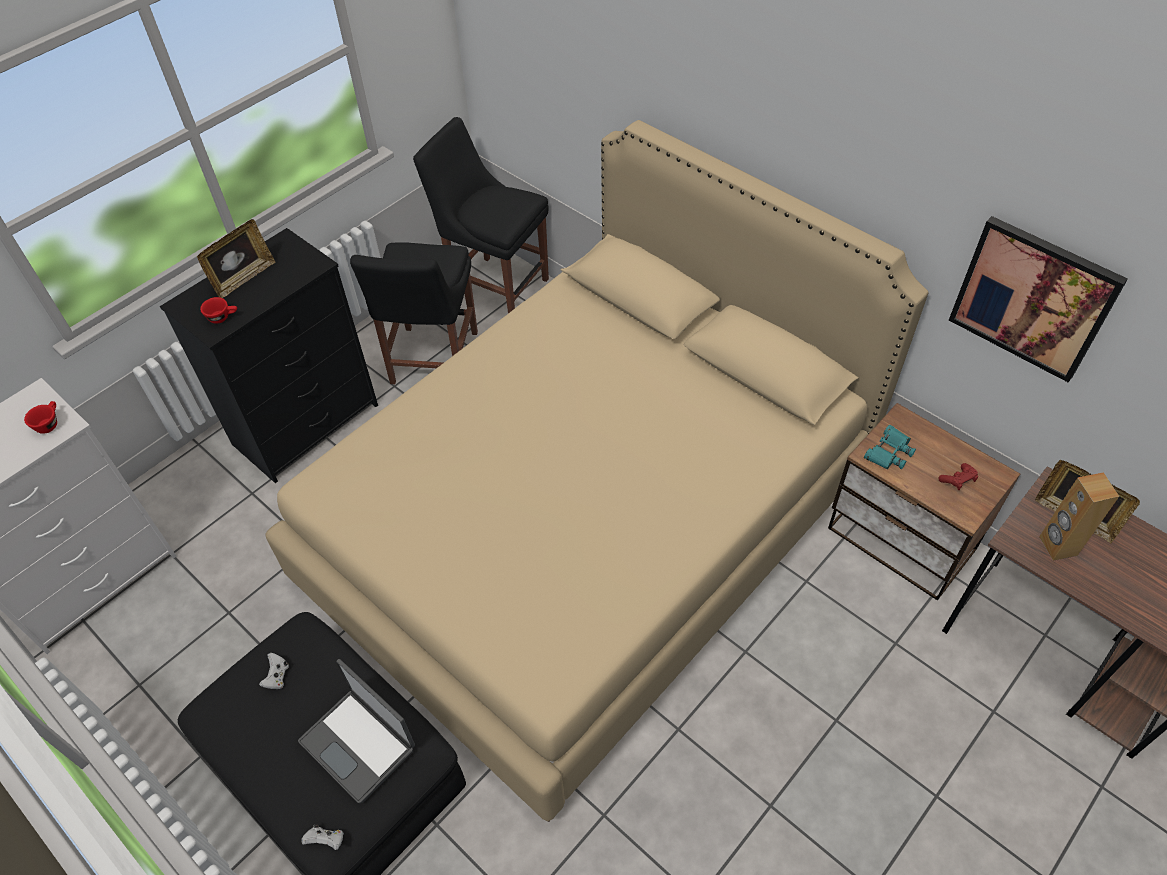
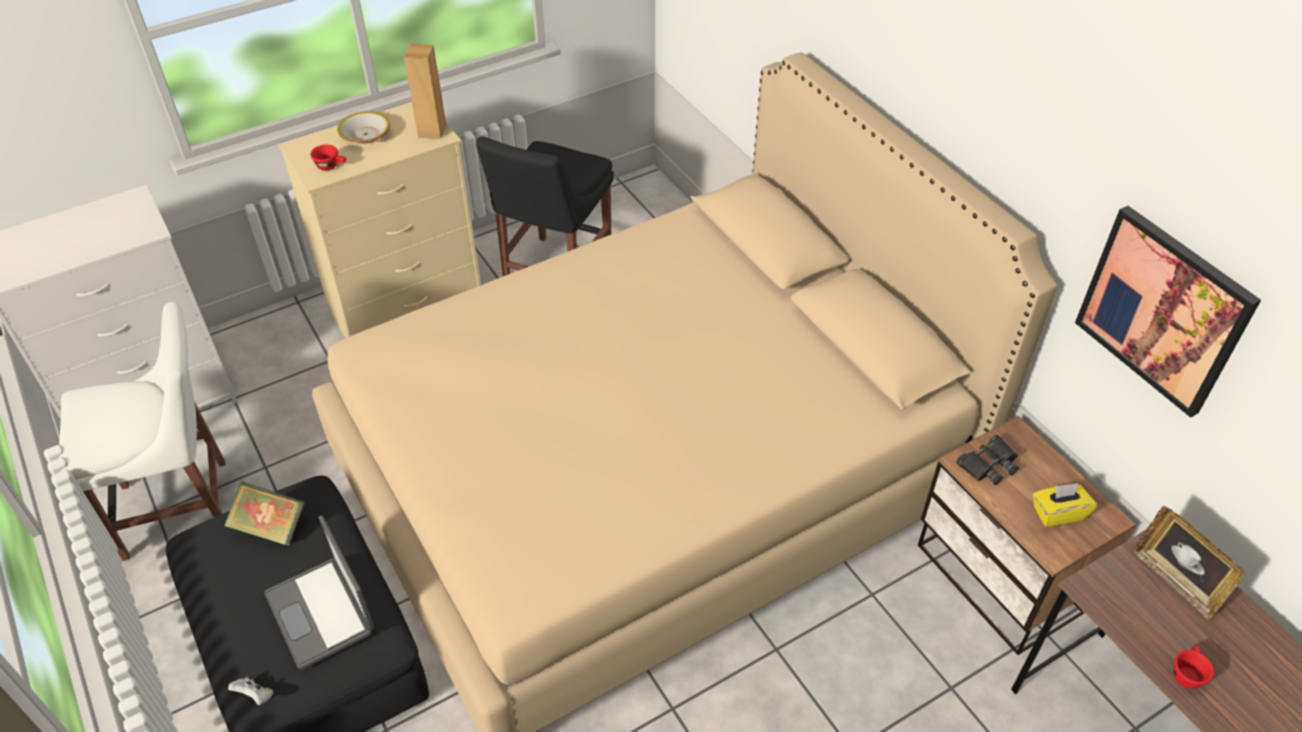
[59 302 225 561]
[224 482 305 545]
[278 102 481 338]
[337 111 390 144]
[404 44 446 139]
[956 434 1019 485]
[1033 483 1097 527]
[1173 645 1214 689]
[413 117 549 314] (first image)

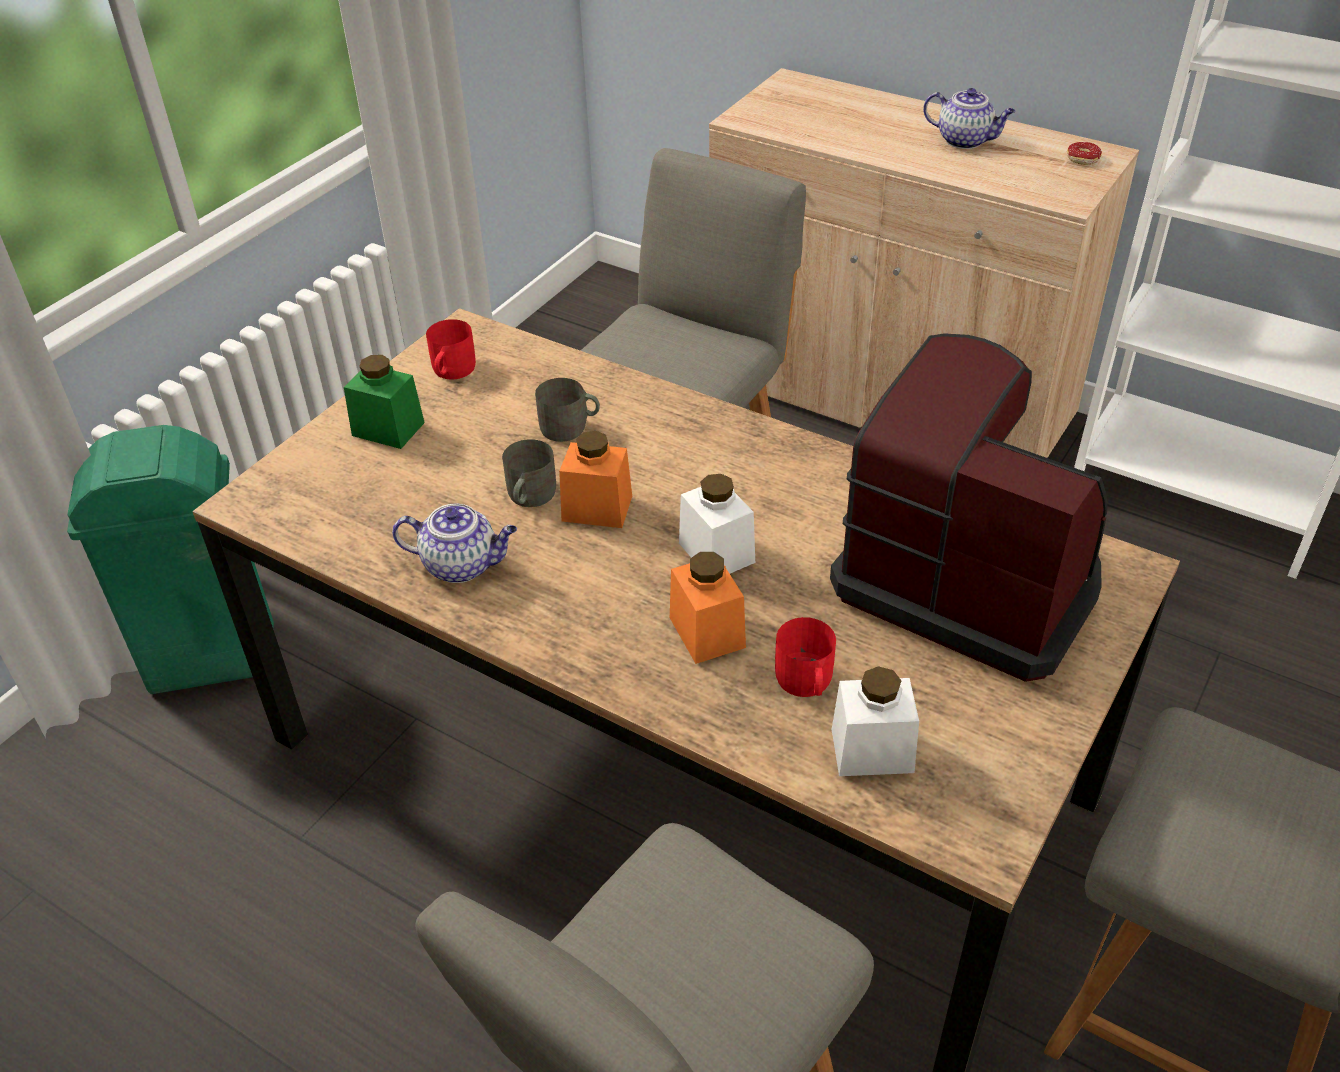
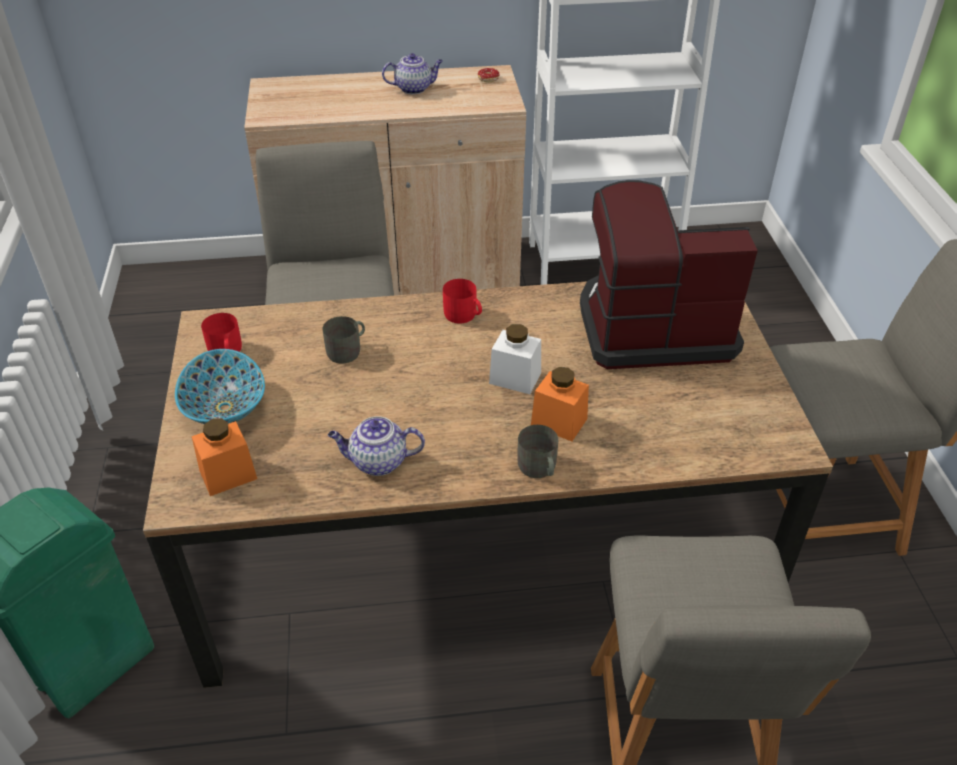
[175 349 265 424]
[192 418 257 496]
[328 416 425 476]
[443 279 482 324]
[517 425 558 478]
[832 666 919 776] (first image)

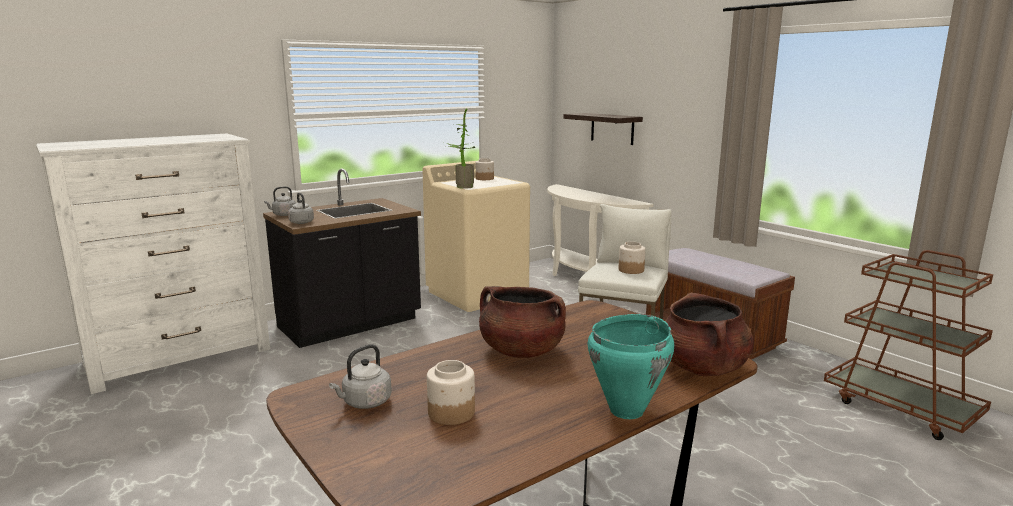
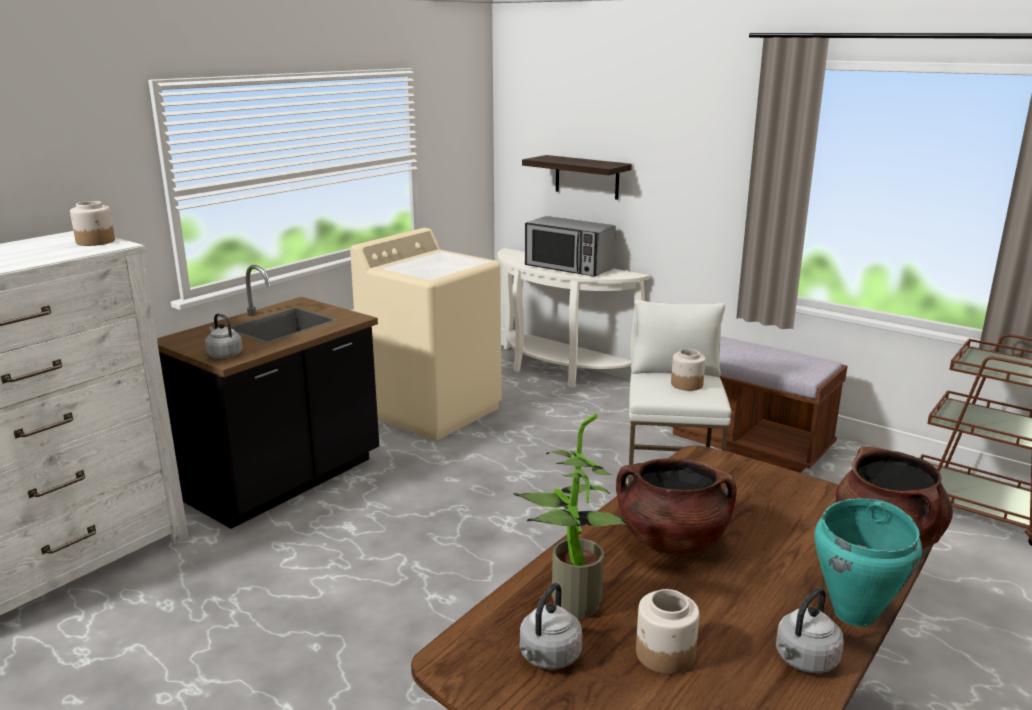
[70 201 115 246]
[514 414 628 619]
[525 216 616 277]
[776 587 844 673]

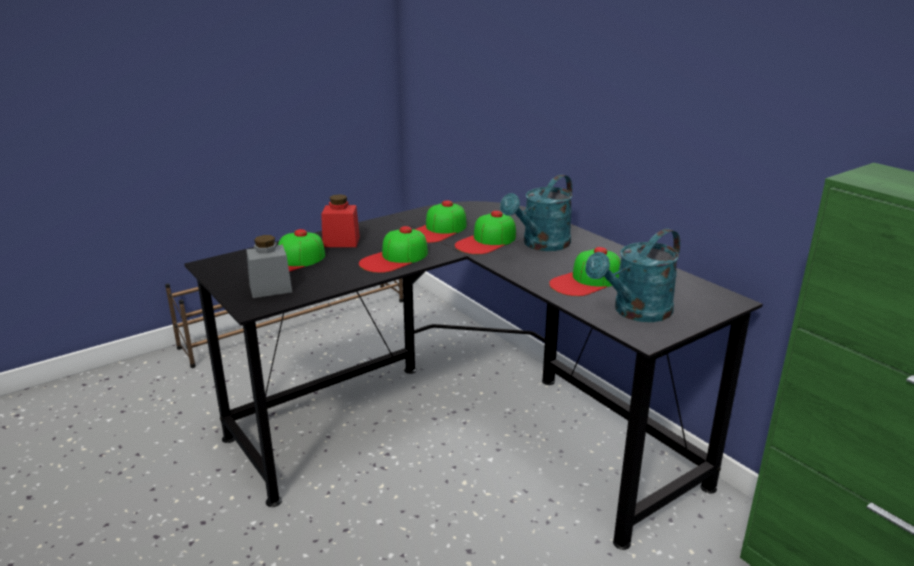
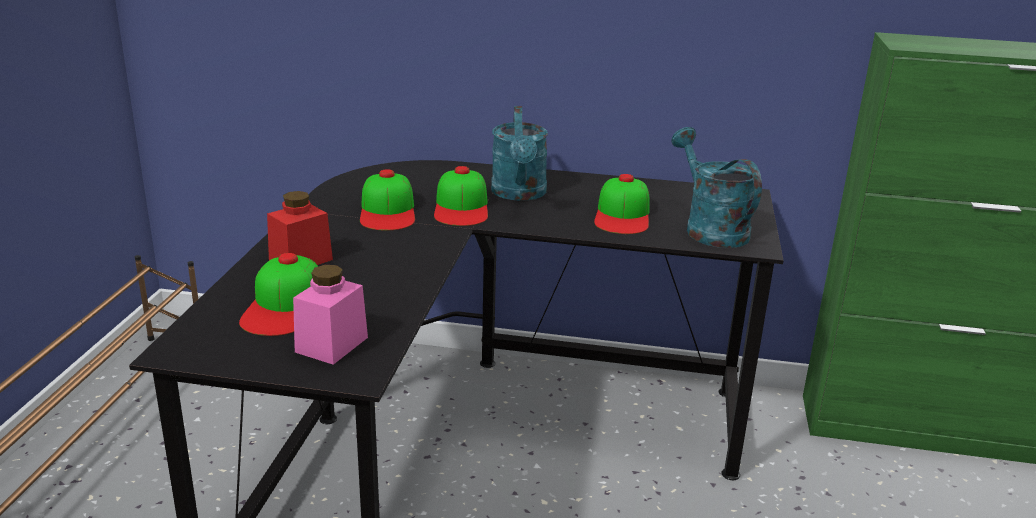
[293 265 368 365]
[671 127 762 248]
[359 226 428 273] (first image)

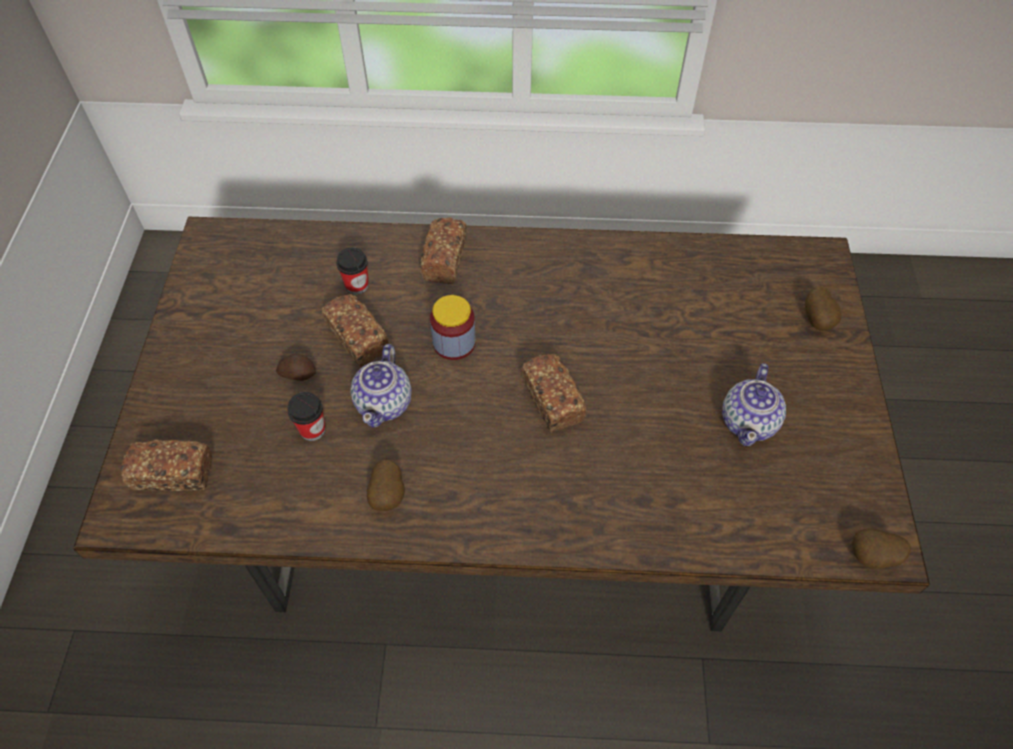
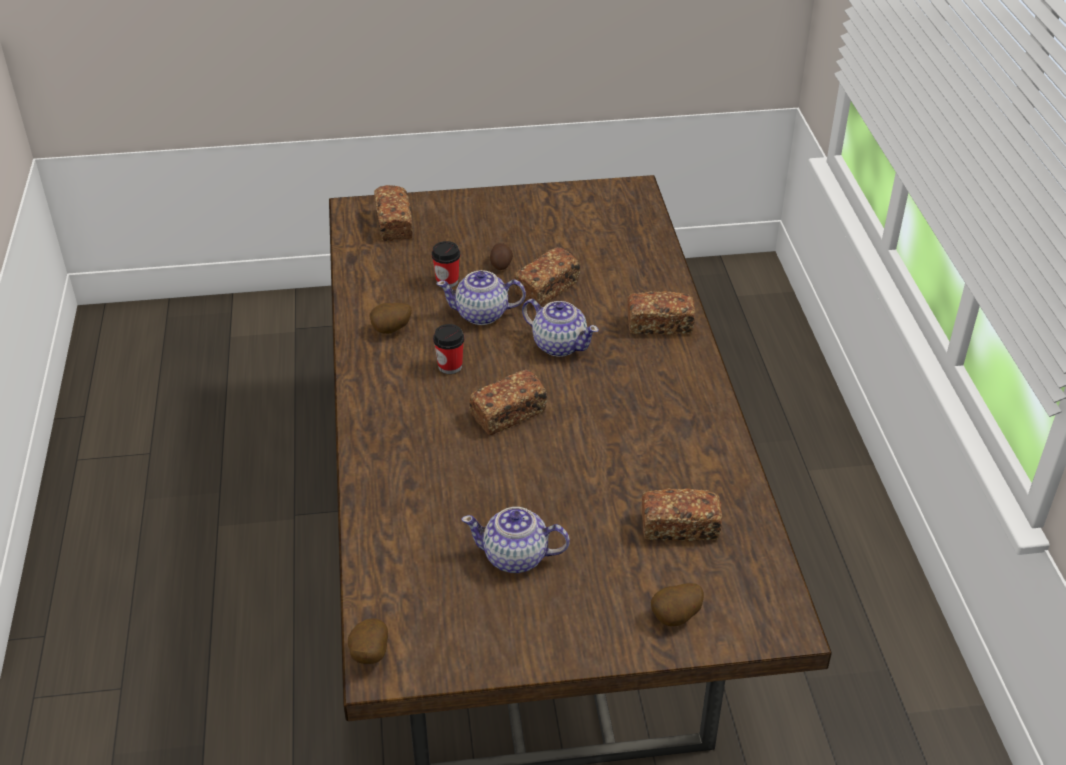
[433 324 465 374]
[522 299 599 357]
[642 488 722 541]

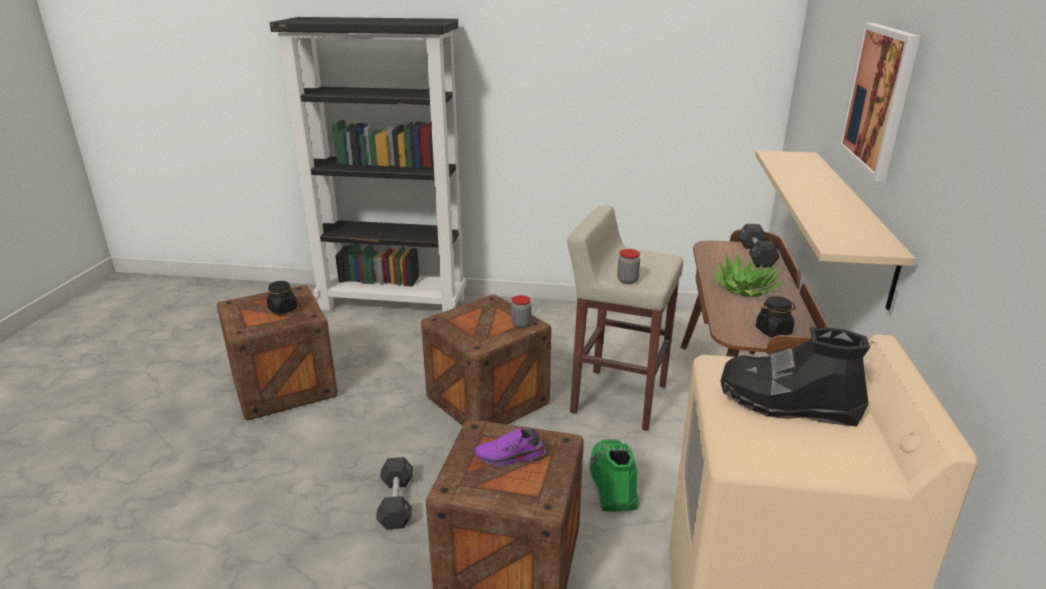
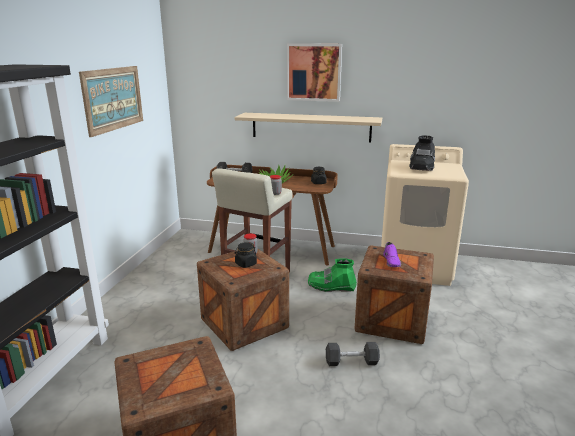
[79 66 143 137]
[235 242 257 268]

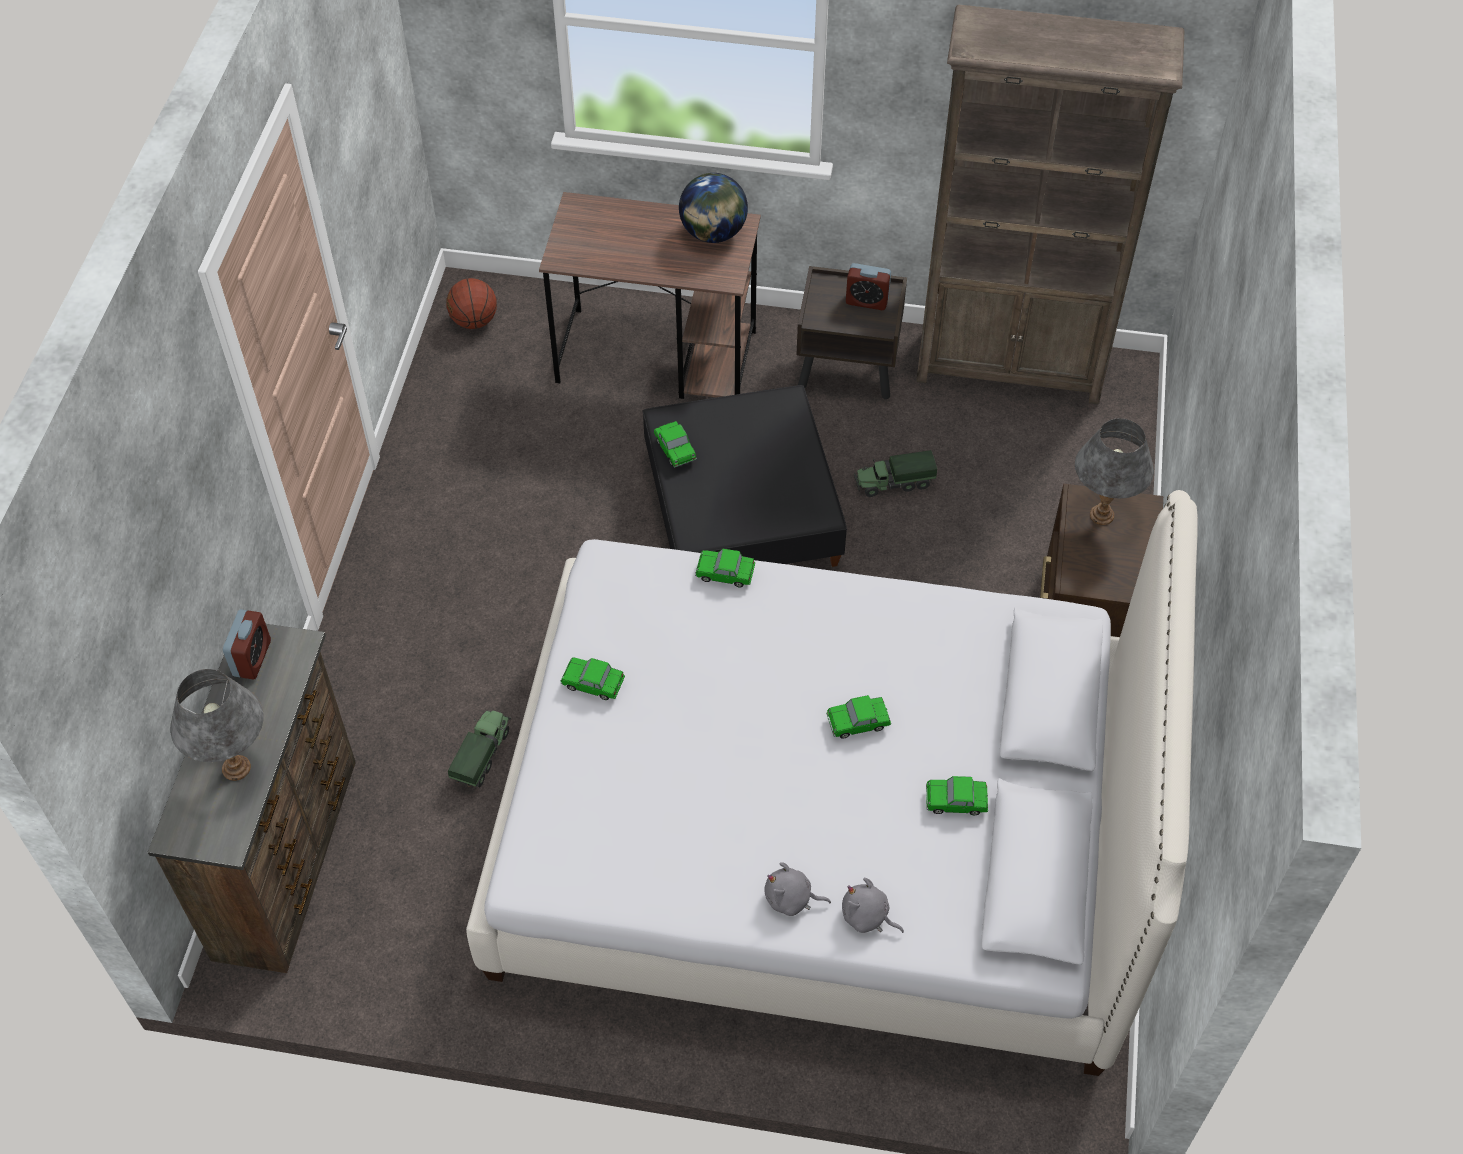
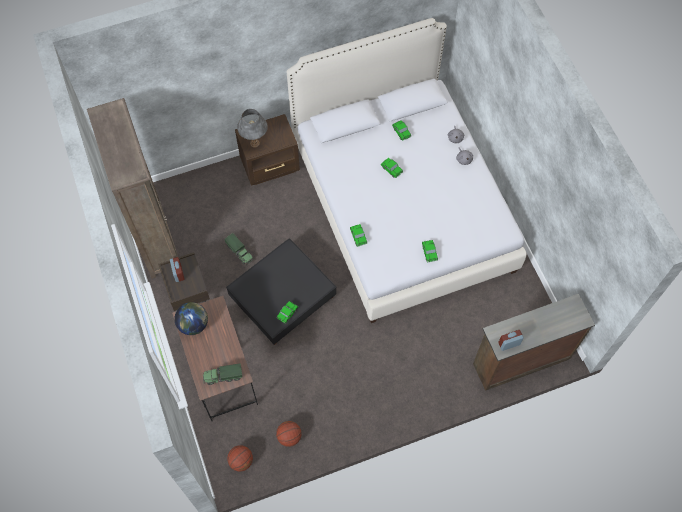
[203 363 242 385]
[276 421 302 447]
[170 669 264 781] (first image)

